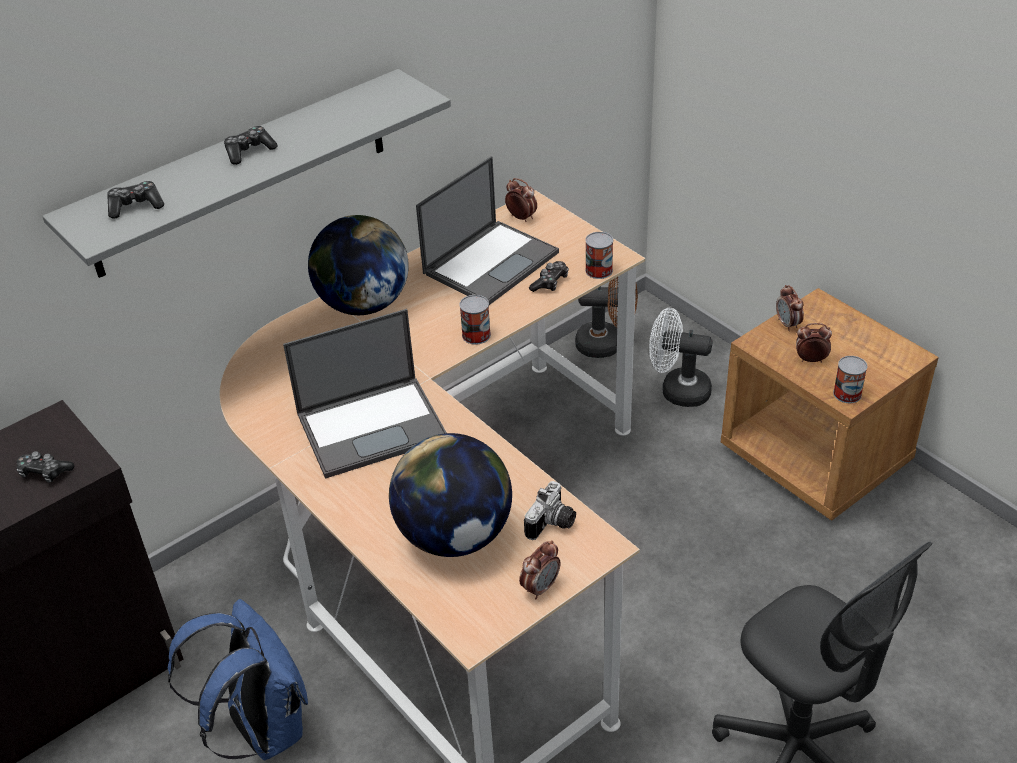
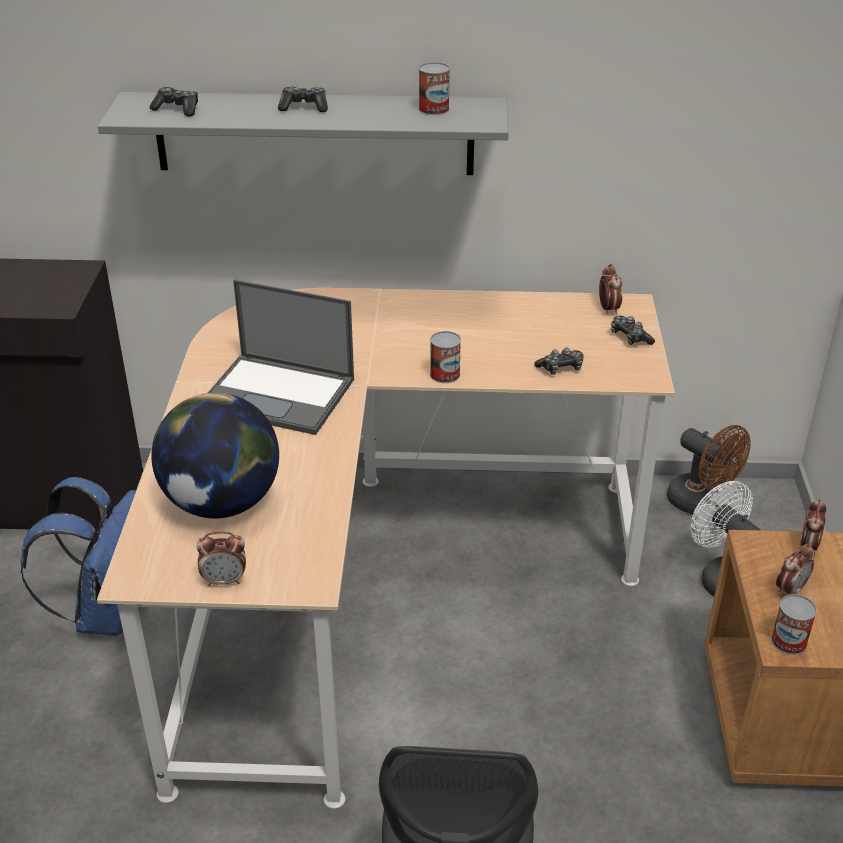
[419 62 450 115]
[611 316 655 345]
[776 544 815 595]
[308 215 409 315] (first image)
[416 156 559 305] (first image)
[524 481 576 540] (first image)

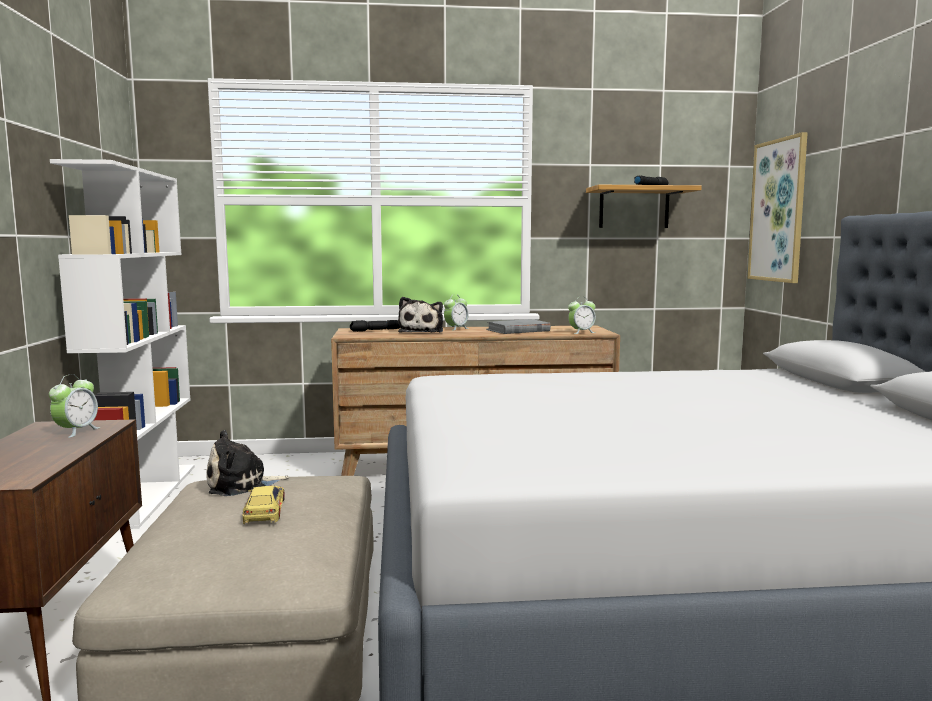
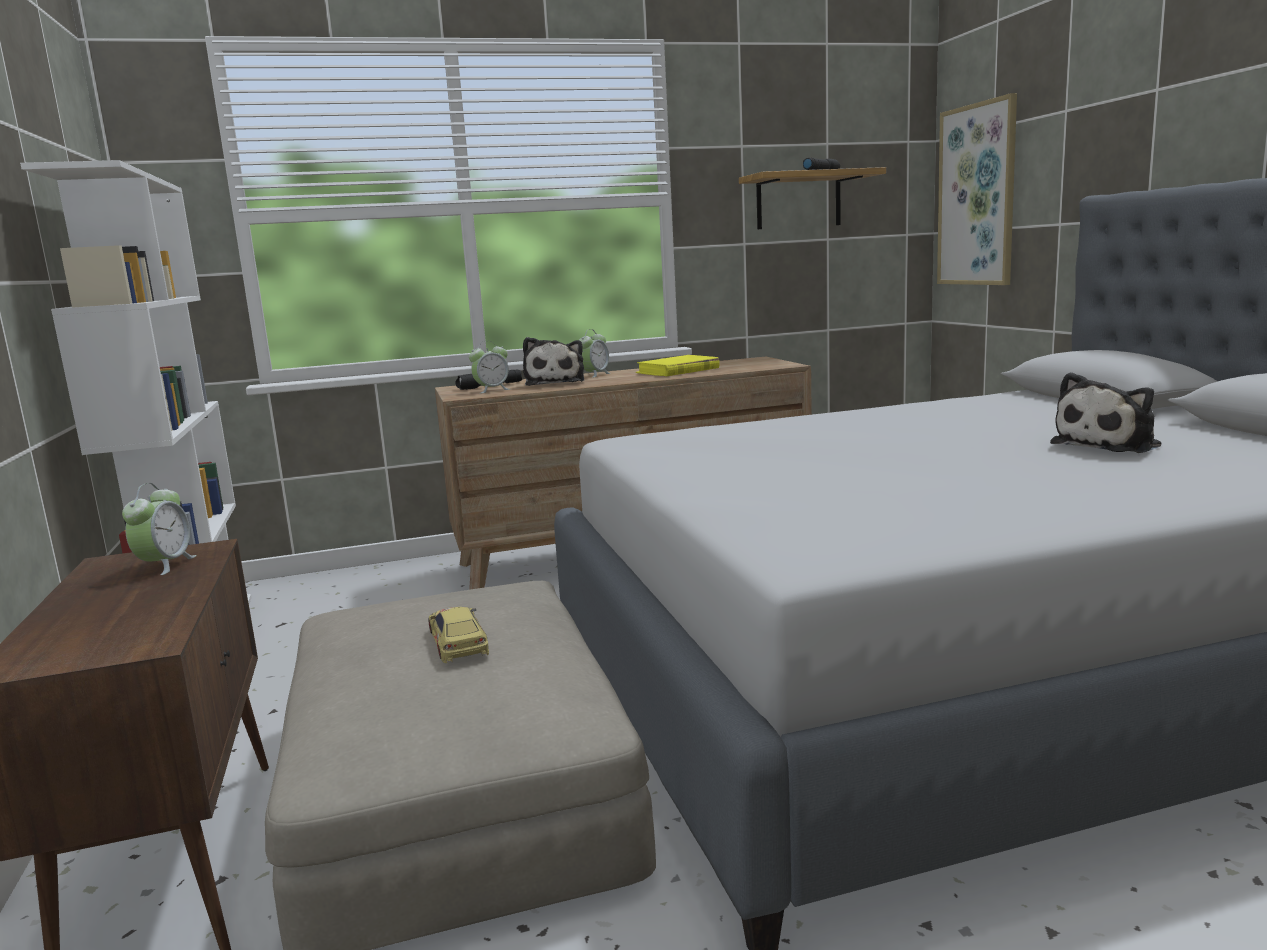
[469 341 511 394]
[636 355 720 376]
[1050 372 1162 453]

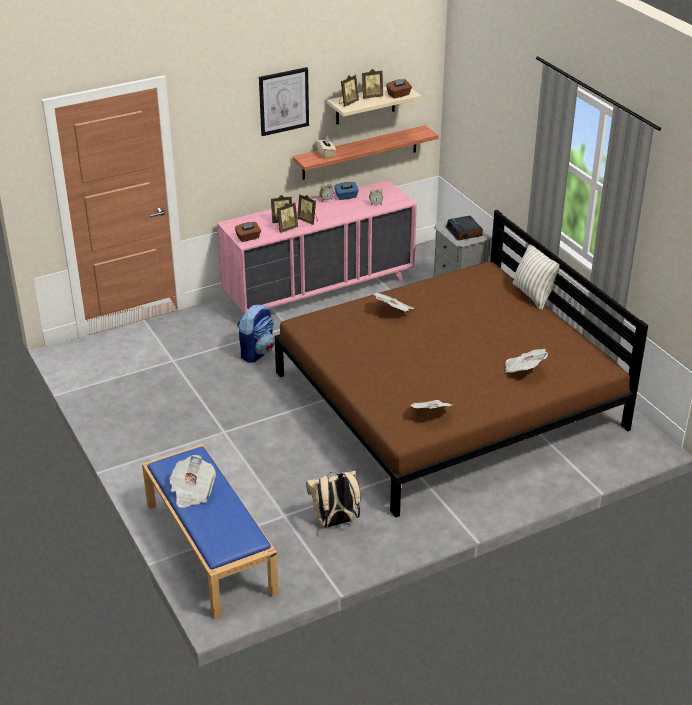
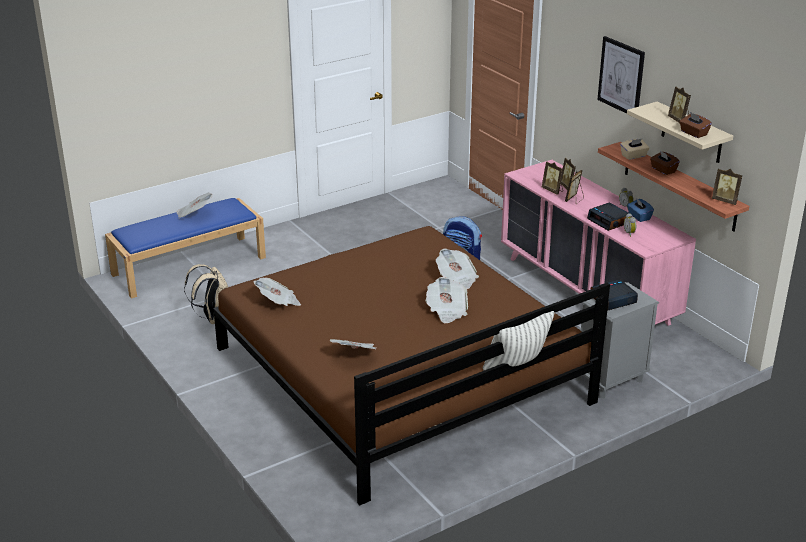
[425 277 468 324]
[587 203 628 231]
[650 151 680 175]
[712 169 742 205]

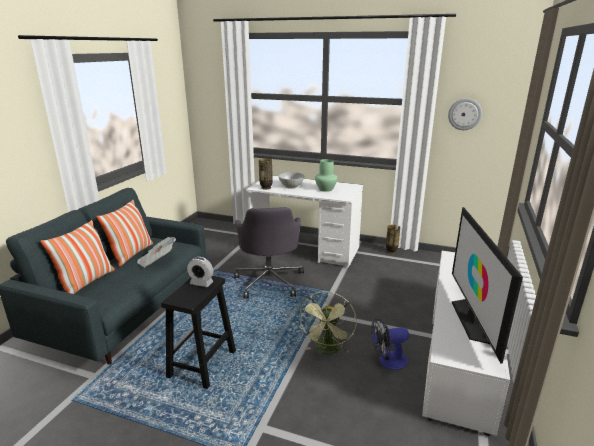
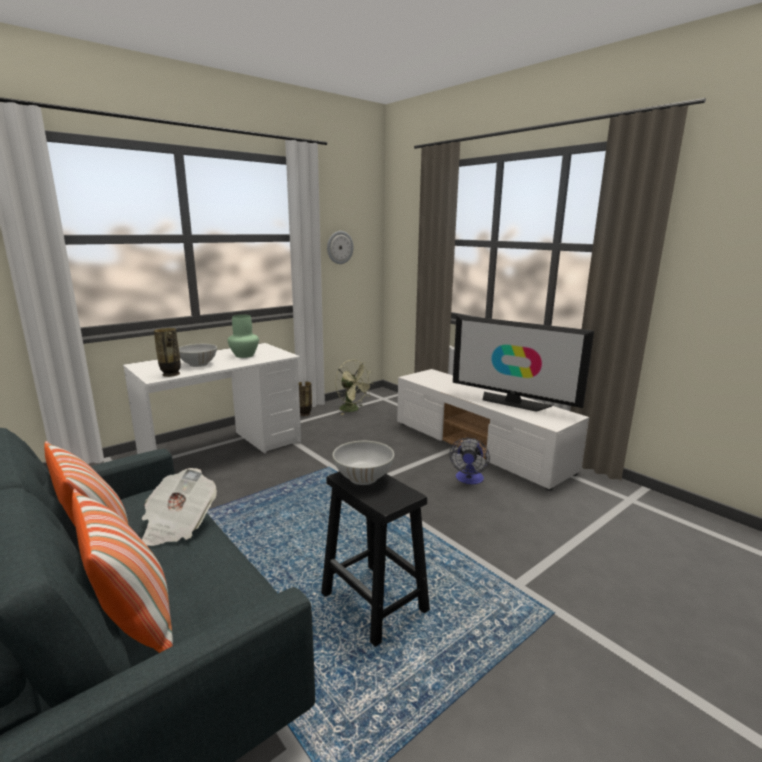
[332 441 394 485]
[335 360 374 415]
[234 207 304 299] (first image)

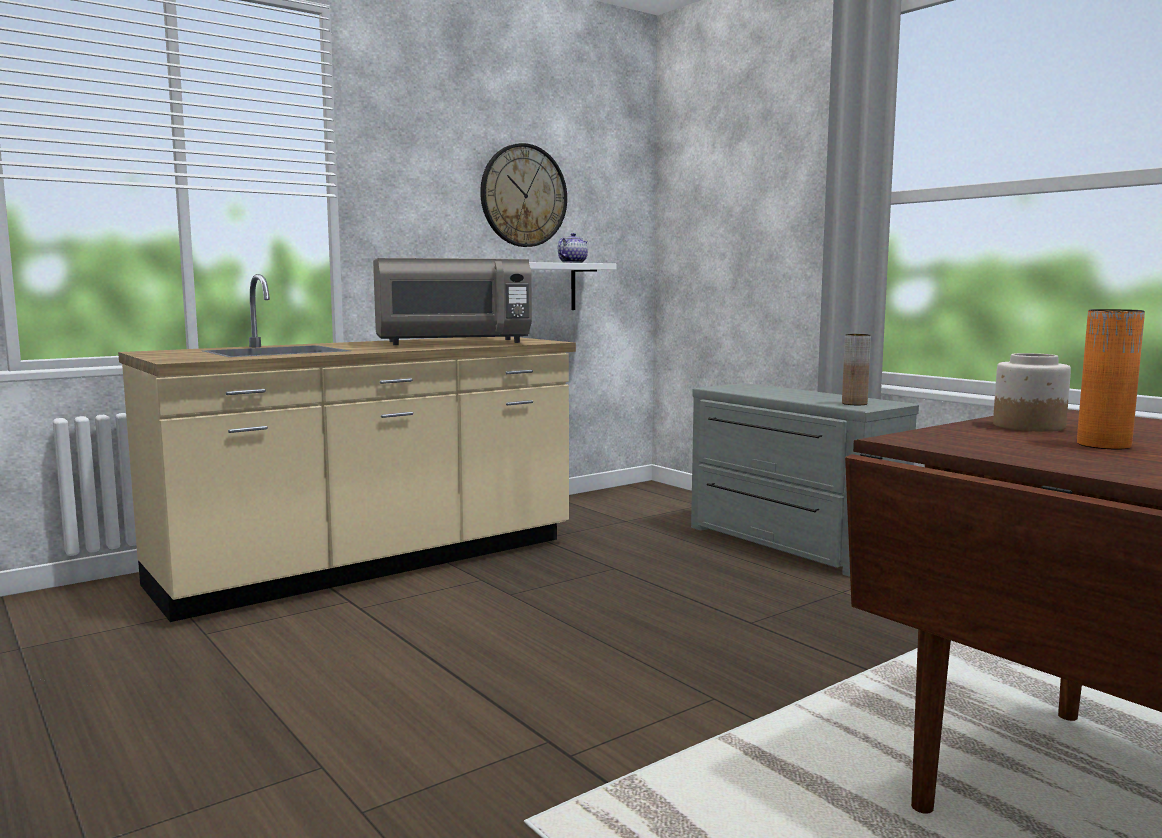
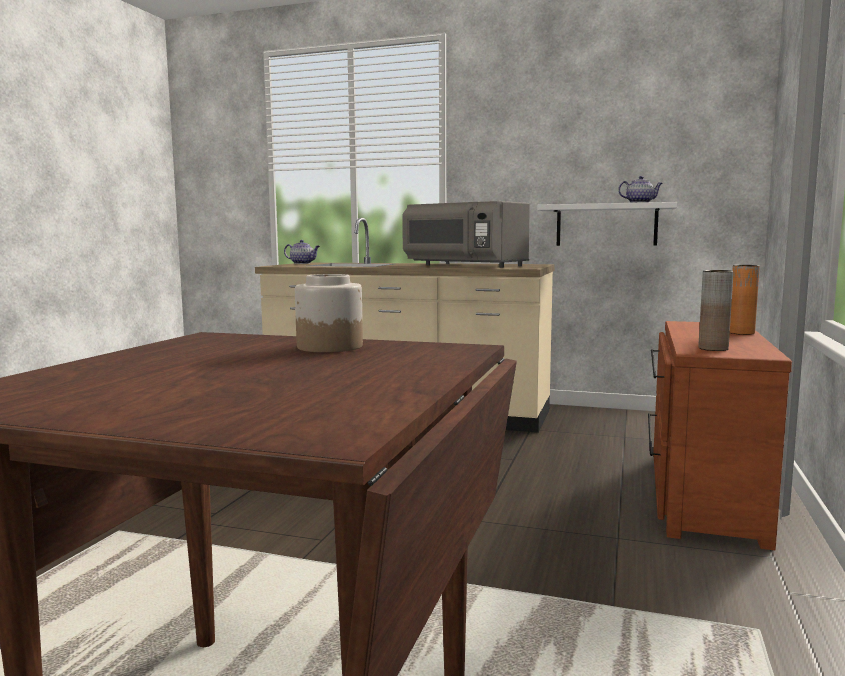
[284 240 320 264]
[648 321 792 550]
[730 265 760 335]
[480 143 567 247] (first image)

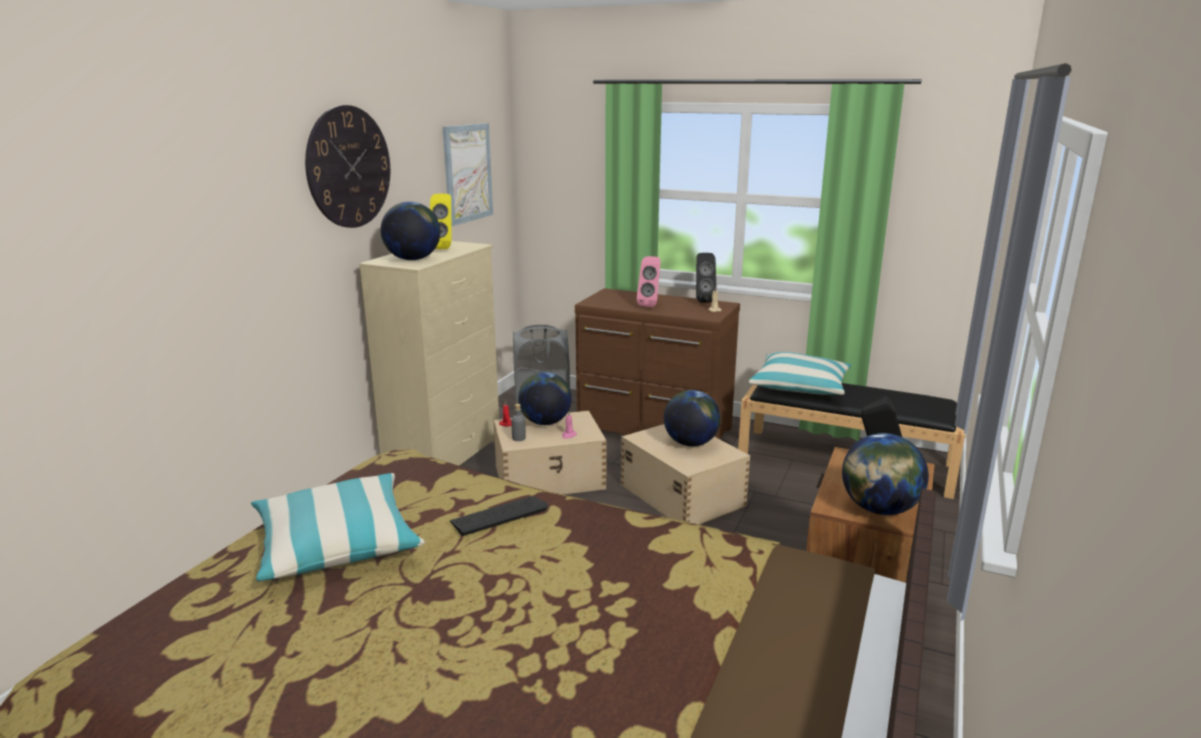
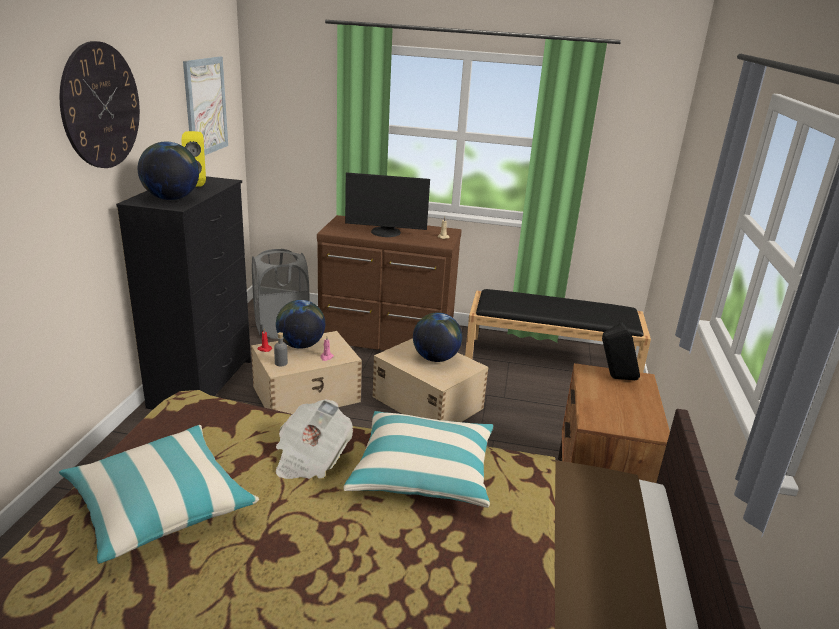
[116 176 251 410]
[276 399 353 479]
[344 411 493 508]
[345 172 430 237]
[696 253 717 303] (first image)
[842 433 929 515] (first image)

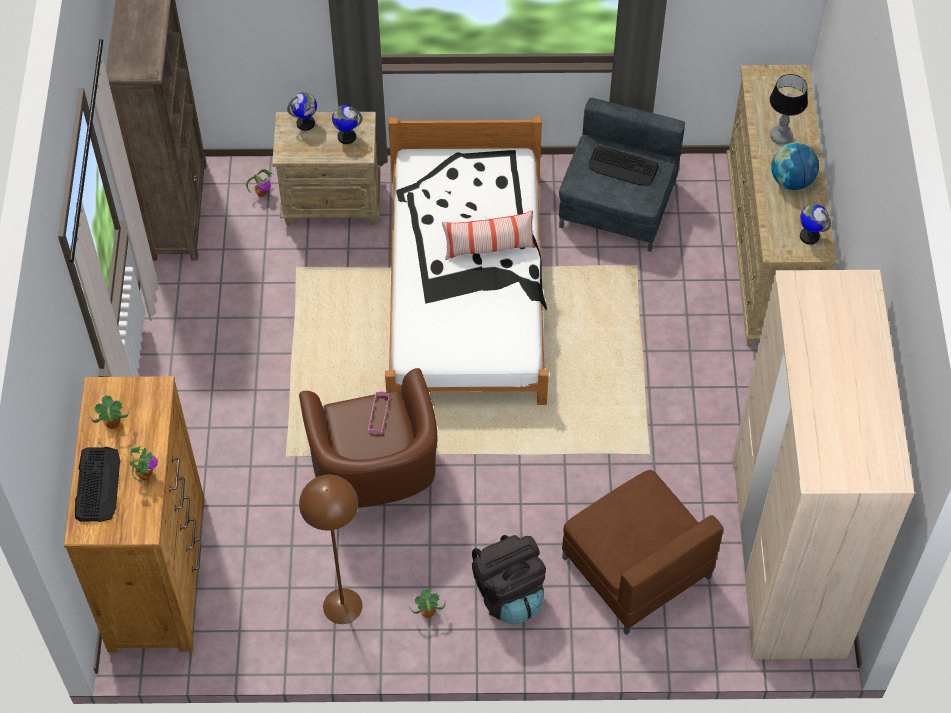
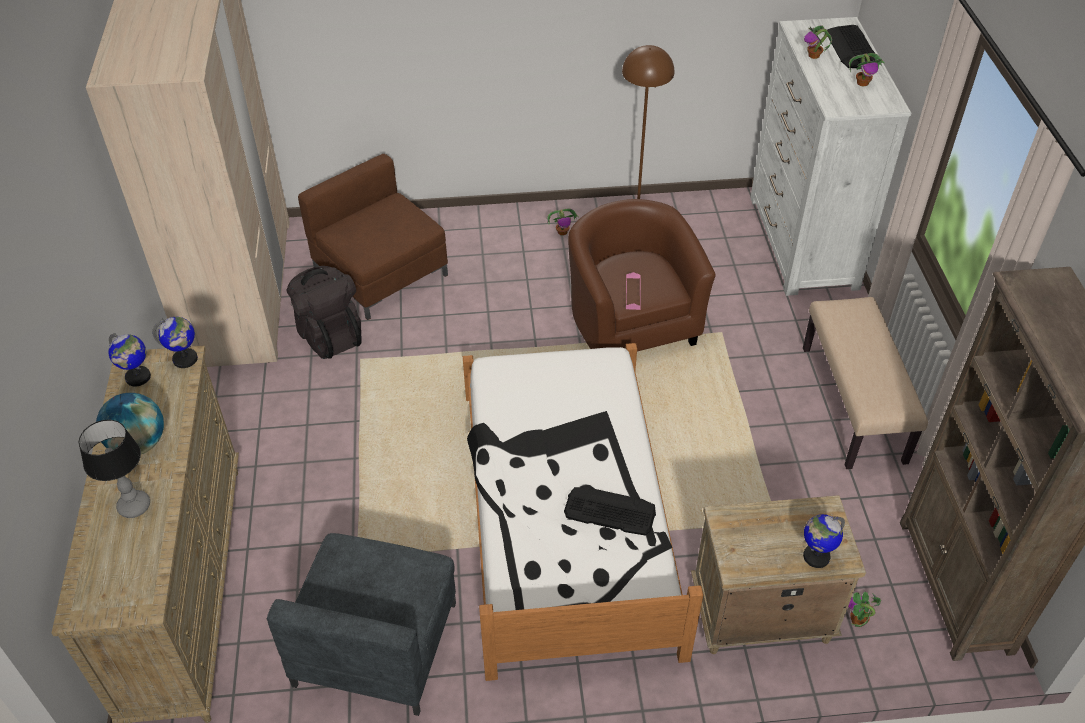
[152 317 198 368]
[286 266 362 359]
[564 487 656 536]
[750 17 911 296]
[803 297 928 469]
[442 211 535 260] (first image)

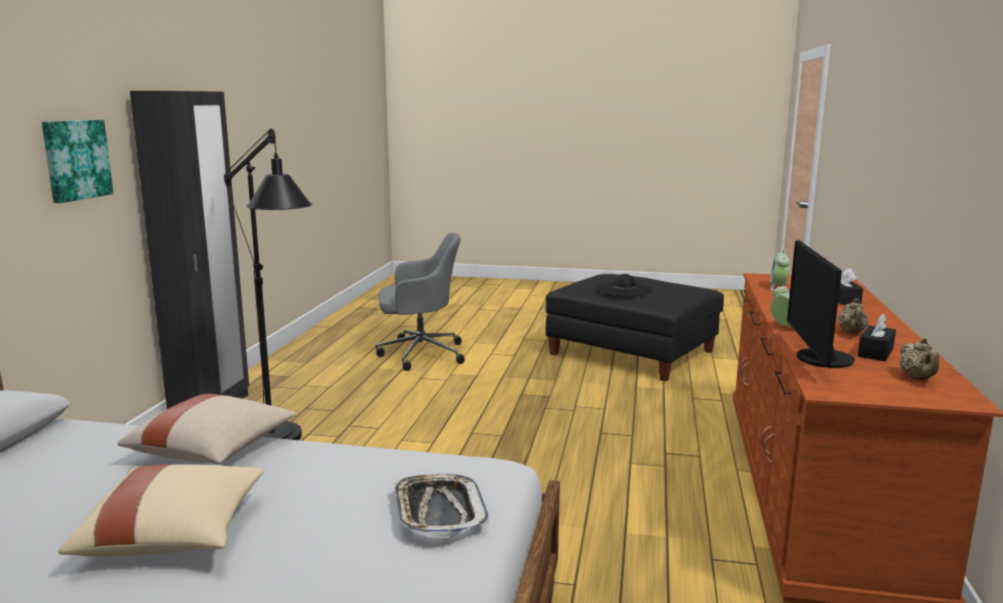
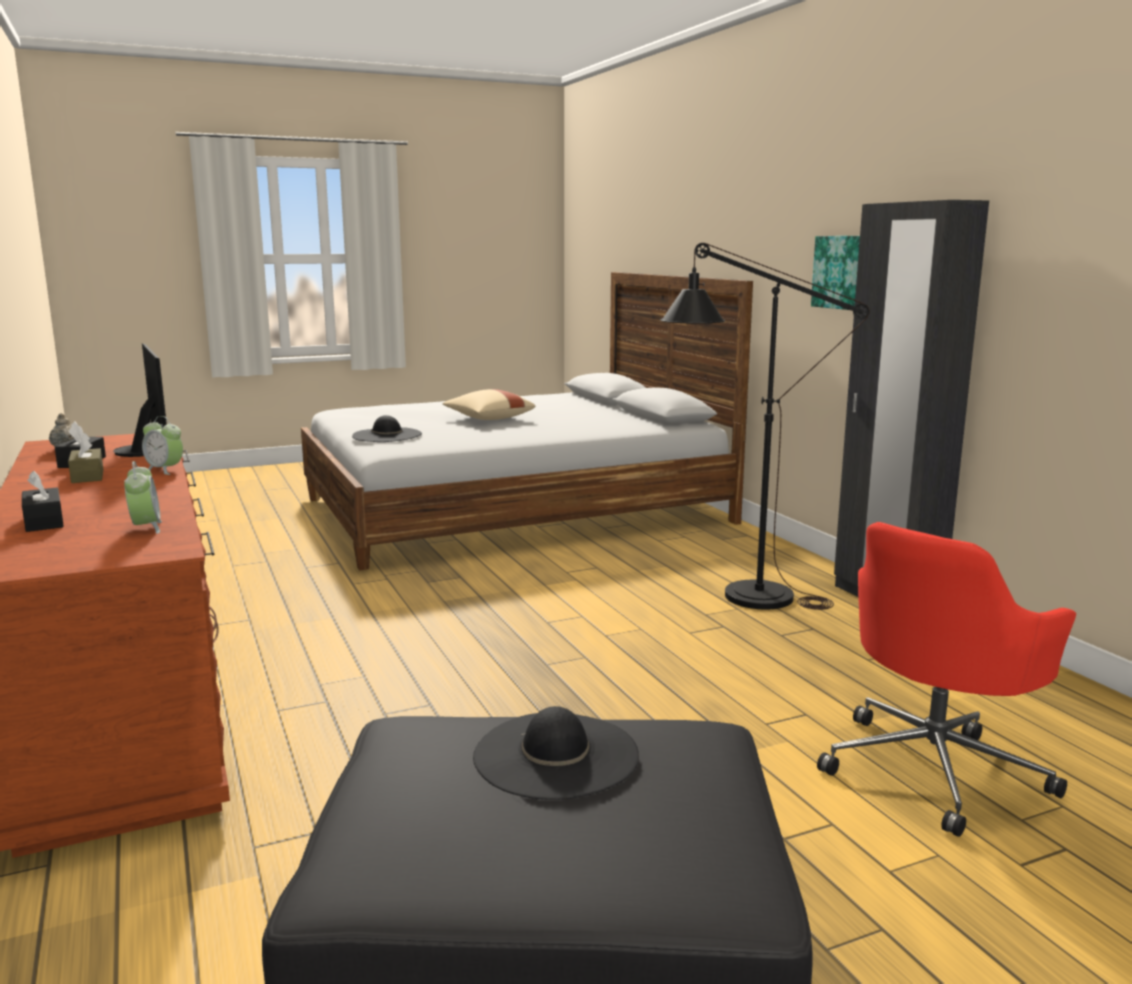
[68 433 103 483]
[352 415 422 442]
[817 522 1076 837]
[118 394 296 464] (first image)

